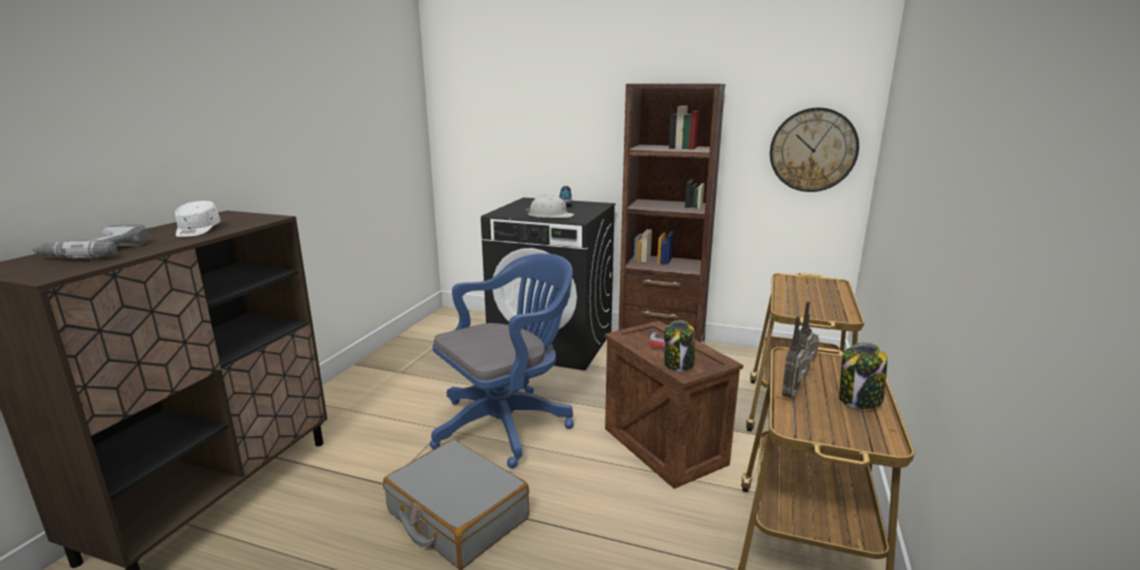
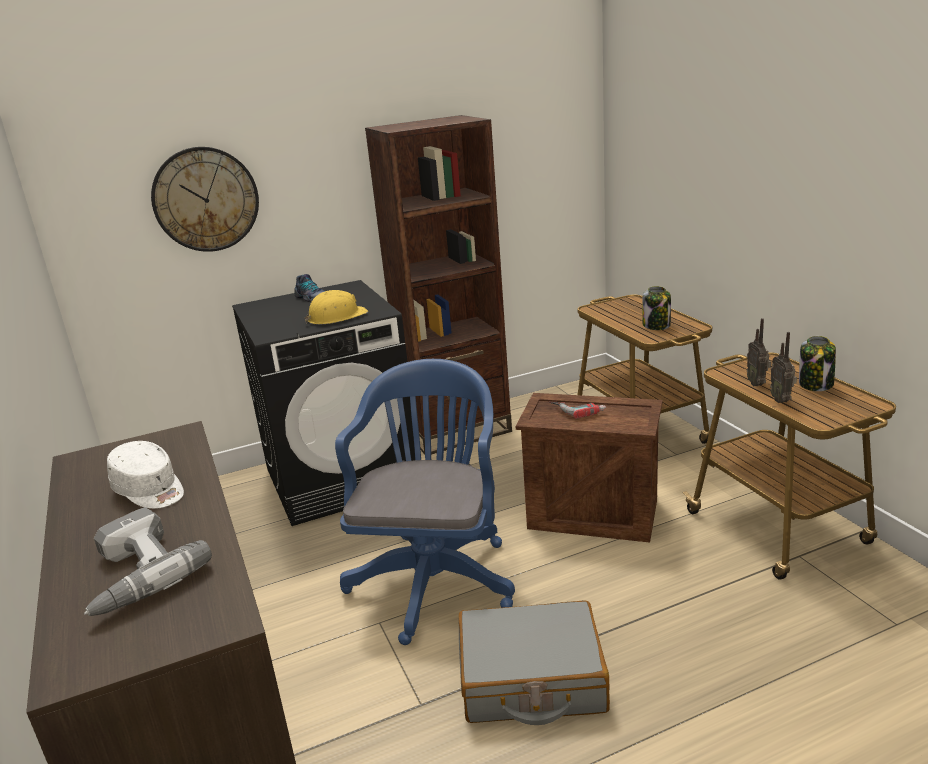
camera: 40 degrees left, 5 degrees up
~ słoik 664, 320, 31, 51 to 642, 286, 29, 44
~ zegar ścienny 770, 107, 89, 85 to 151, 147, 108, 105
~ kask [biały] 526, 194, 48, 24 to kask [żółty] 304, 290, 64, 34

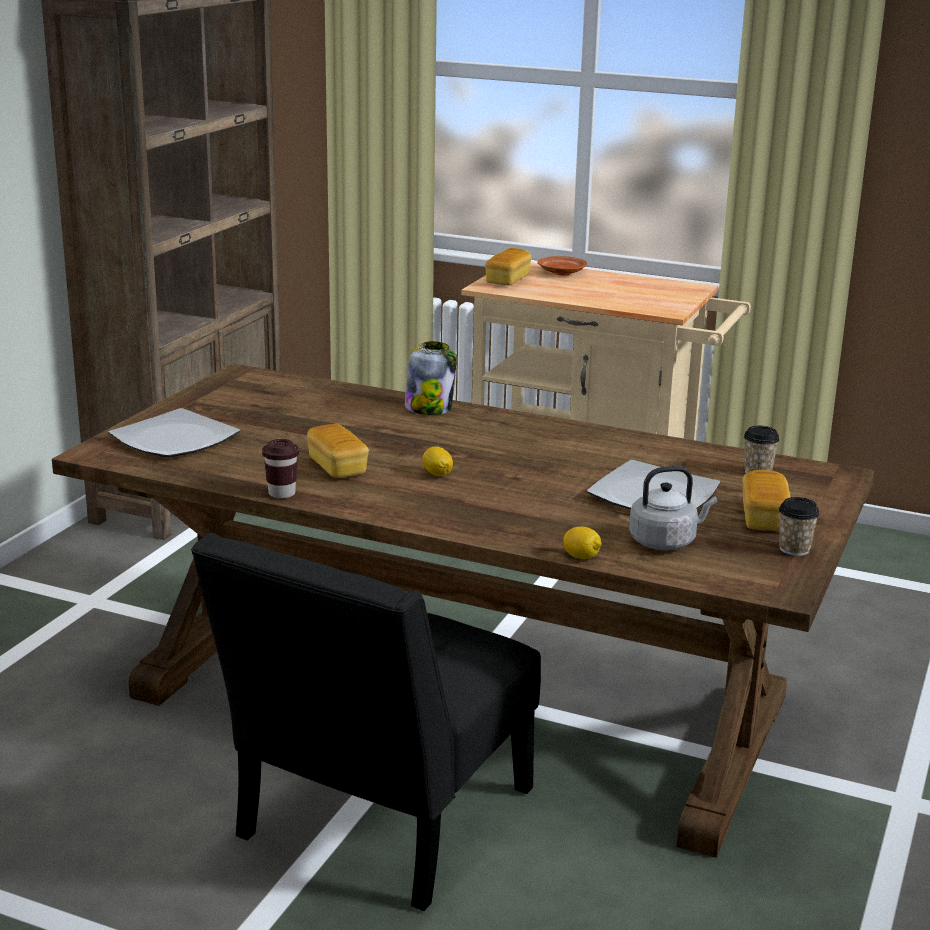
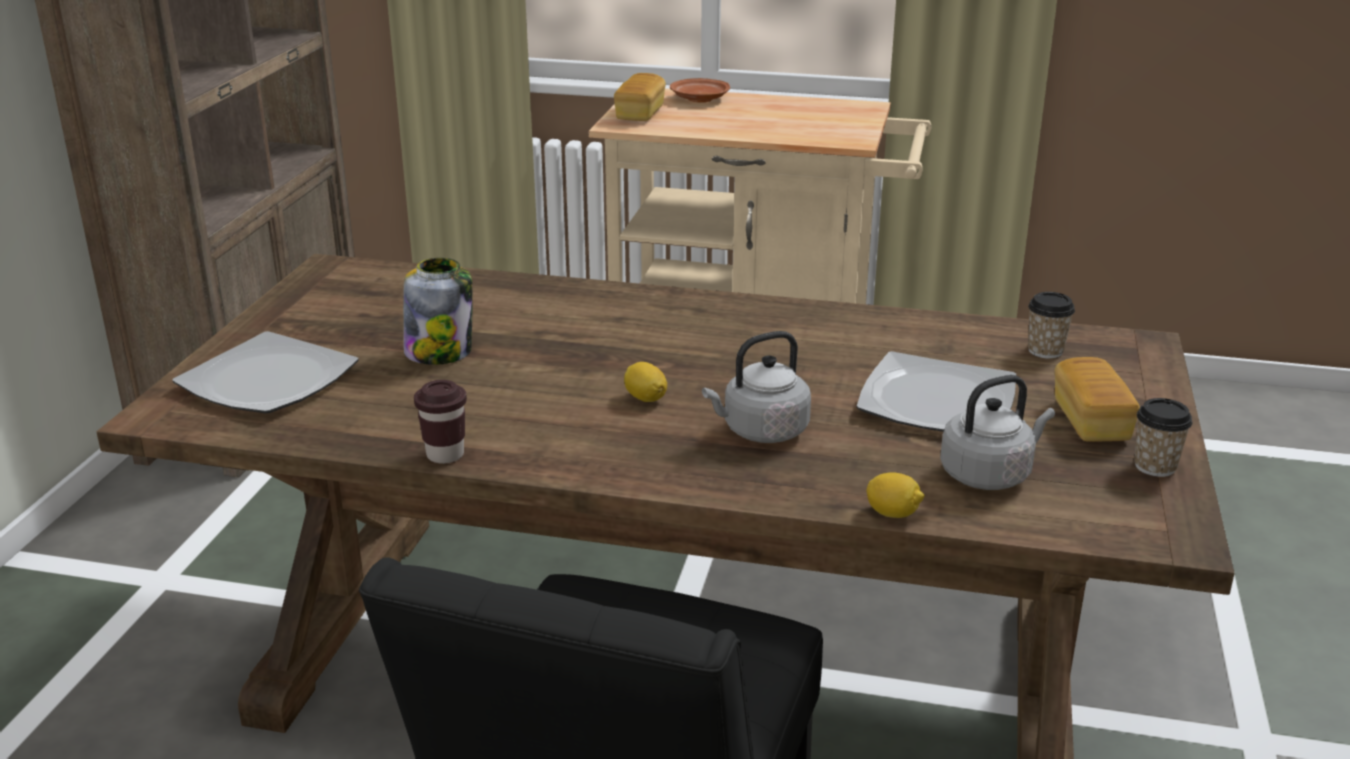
camera: 10 degrees left, 5 degrees up
- chleb 307, 424, 62, 54
+ czajnik [szary] 702, 331, 109, 112
~ słoik 405, 341, 52, 74 to 403, 258, 70, 107

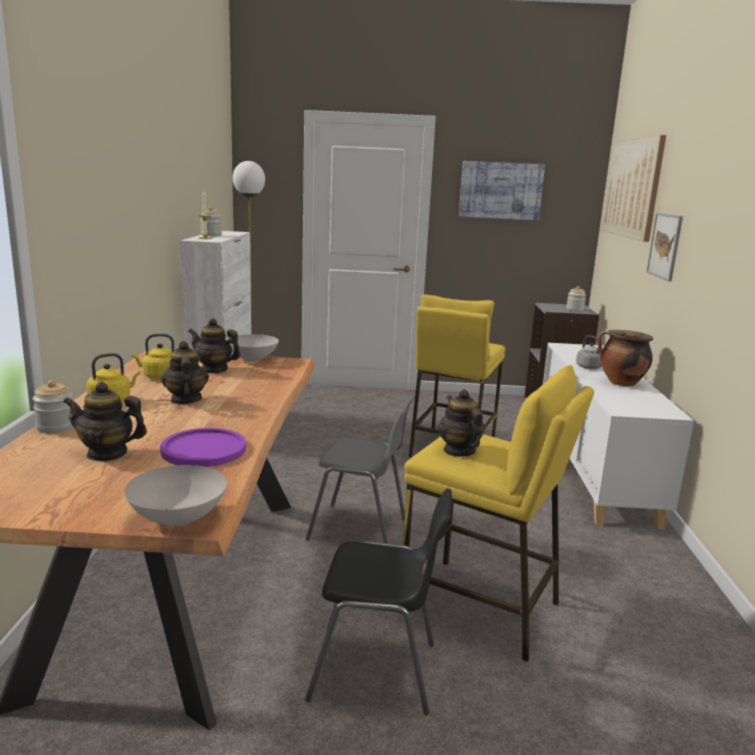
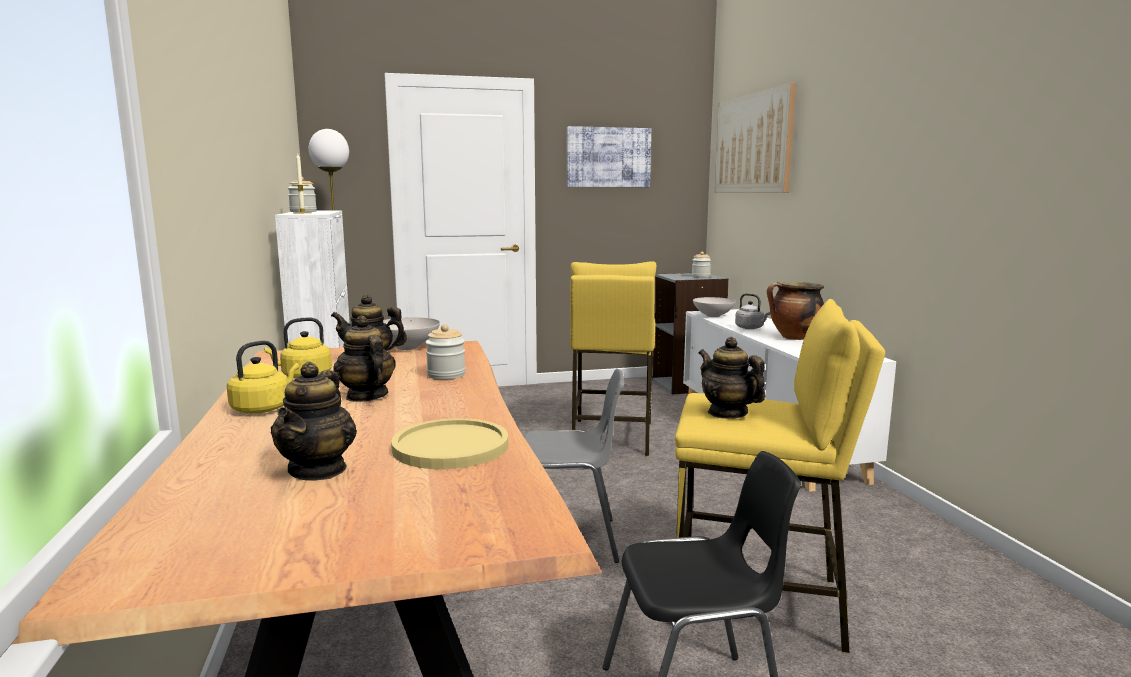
camera: 15 degrees left, 5 degrees down
- obraz 646, 213, 37, 69
~ słoik 32, 380, 41, 53 to 426, 324, 40, 56
~ miska [biały] 124, 465, 103, 61 to 693, 297, 43, 20
~ talerz [fioletowy] 160, 428, 86, 39 to talerz [żółty] 391, 418, 117, 51
~ imbryk 63, 381, 84, 80 = 271, 362, 86, 119 75 degrees counterclockwise

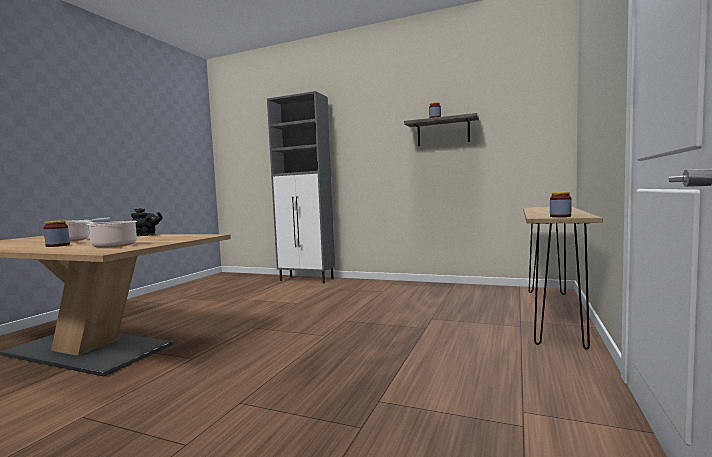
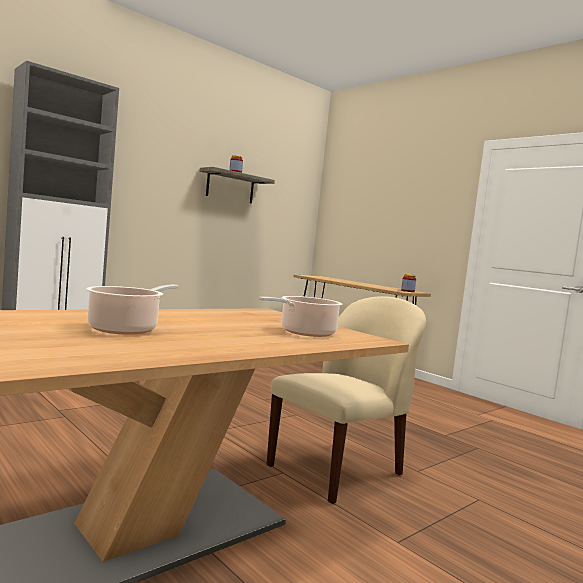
camera: 65 degrees left, 0 degrees up
- słoik 44, 220, 26, 27
- imbryk [czarny] 131, 208, 32, 28
+ krzesło [beżowy] 267, 296, 159, 208

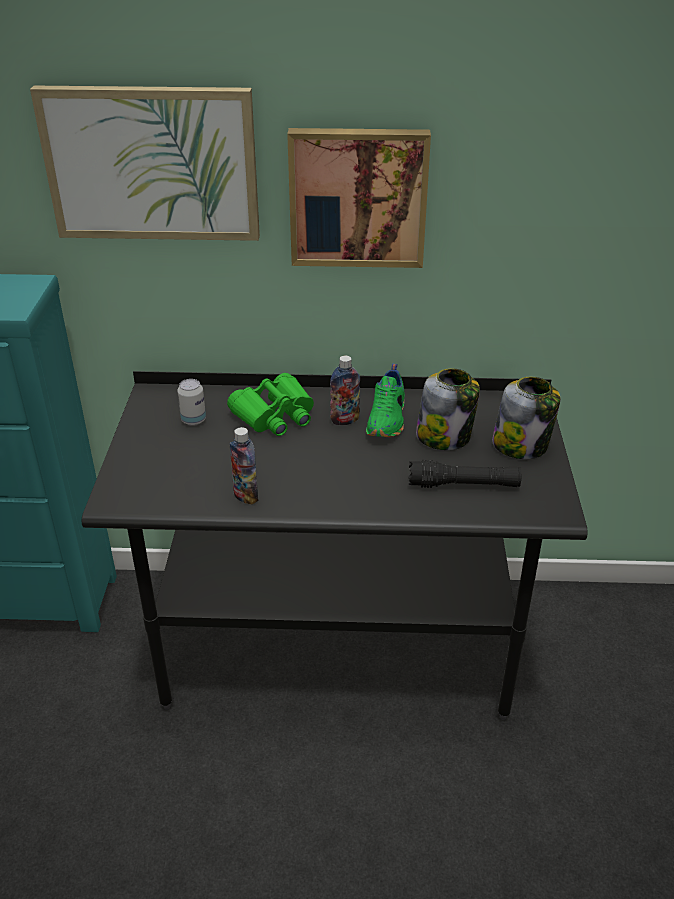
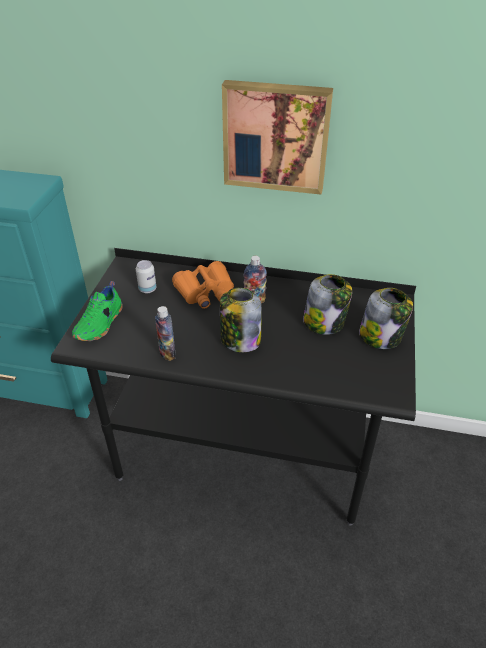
camera: 10 degrees right, 5 degrees up
- obraz 30, 86, 230, 155
- latarka [czarny] 409, 460, 113, 28
+ słoik 220, 287, 41, 65
~ but [zielony] 366, 364, 39, 73 to 72, 281, 51, 60
~ lornetka [zielony] 227, 373, 87, 63 to lornetka [pomarańczowy] 172, 261, 62, 48

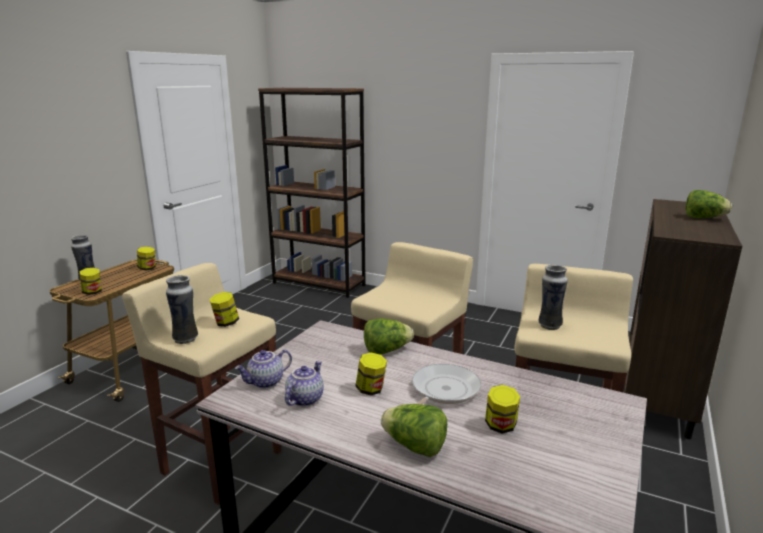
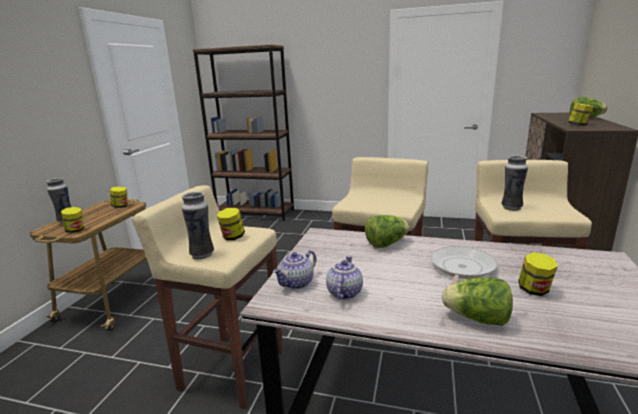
camera: 10 degrees left, 0 degrees up
~ słoik 355, 352, 32, 43 to 568, 103, 26, 23

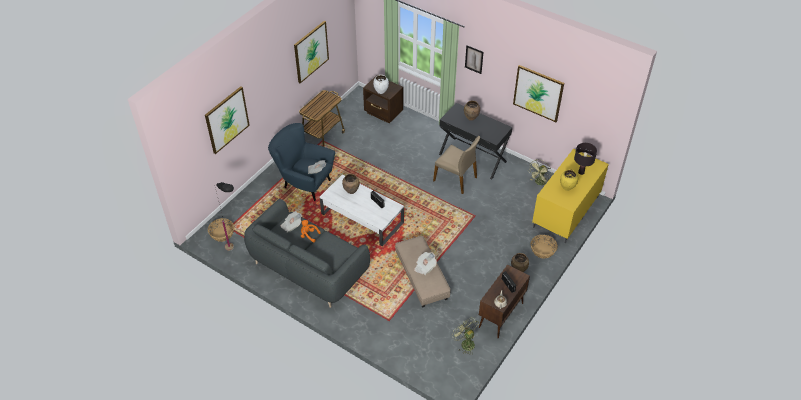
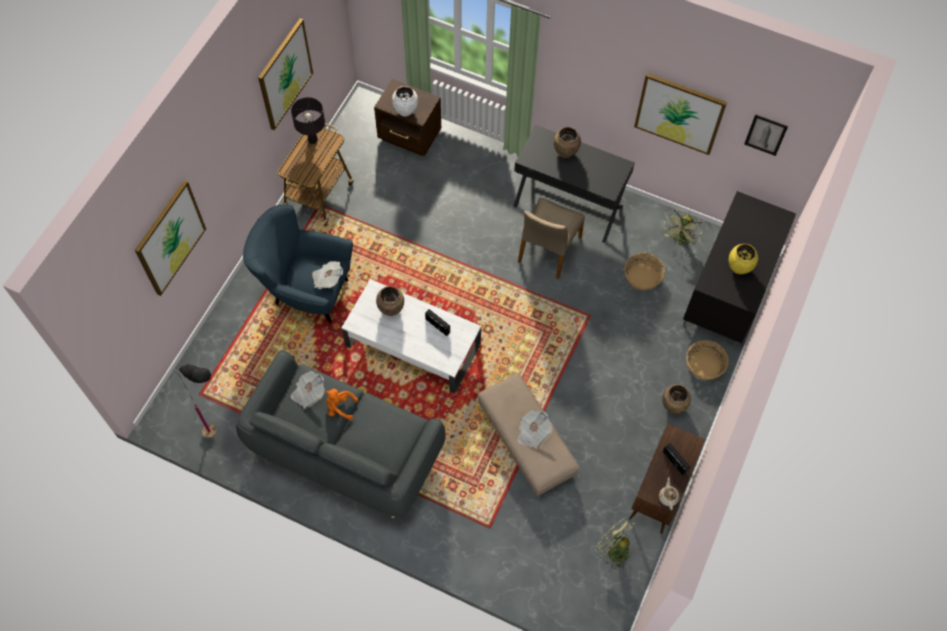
camera: 10 degrees left, 15 degrees up
~ koszyk 208, 218, 26, 24 to 624, 253, 41, 37
~ obraz 465, 45, 19, 29 to 744, 114, 44, 42
~ lampa stołowa [czarny] 574, 143, 23, 32 to 291, 97, 34, 47
~ szafka pod telewizor [żółty] 532, 149, 77, 95 to szafka pod telewizor [czarny] 683, 191, 113, 156
~ krzesło [beżowy] 433, 136, 47, 58 = 518, 198, 67, 81 90 degrees clockwise

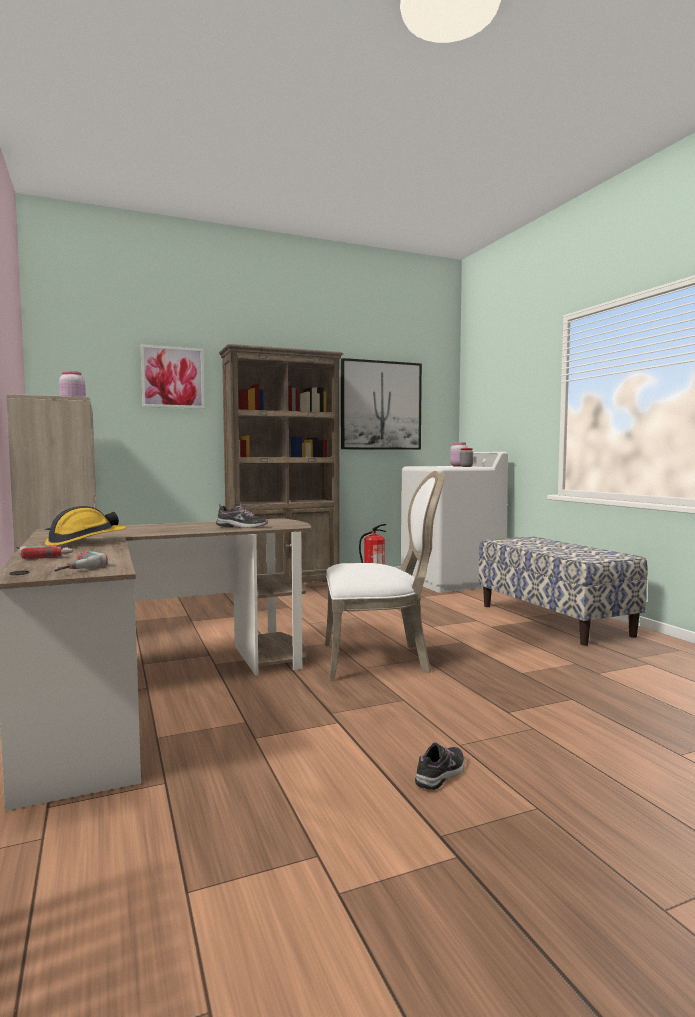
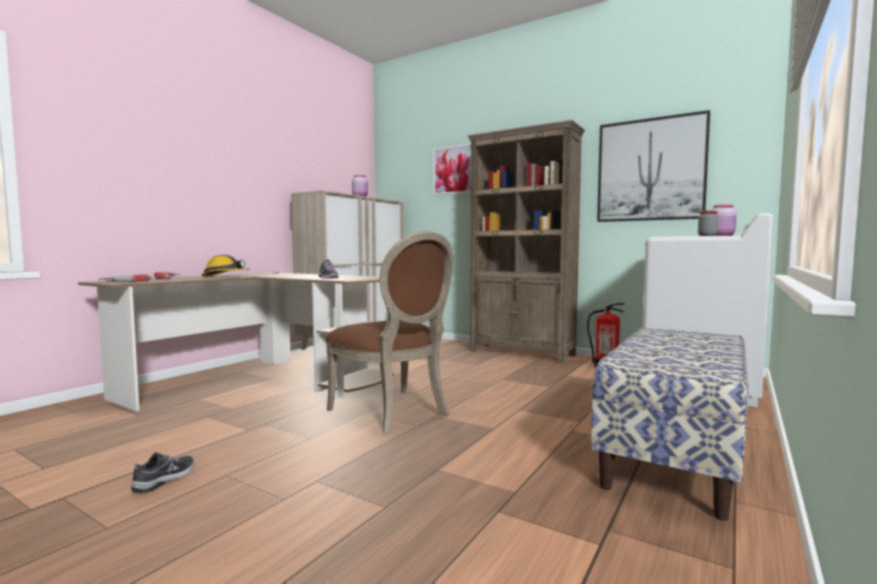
camera: 55 degrees right, 0 degrees up
~ krzesło [biały] 325, 471, 120, 210 to krzesło [brązowy] 325, 231, 128, 203
~ but 415, 743, 50, 47 = 131, 452, 63, 40 75 degrees counterclockwise

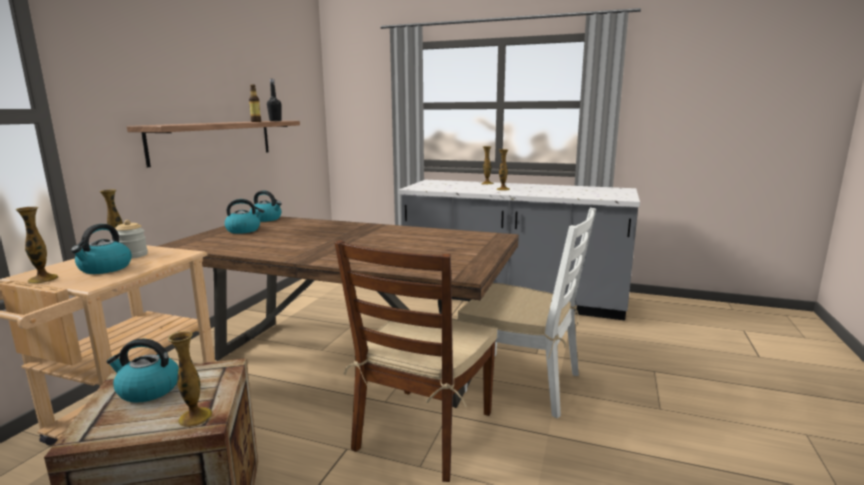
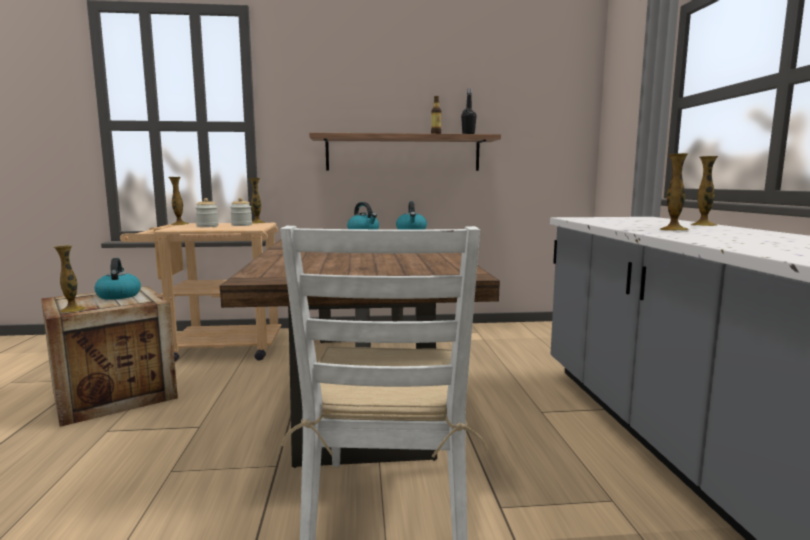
camera: 65 degrees right, 5 degrees down
- krzesło [brązowy] 334, 240, 164, 242
~ czajnik 71, 224, 61, 50 to słoik 195, 198, 24, 29

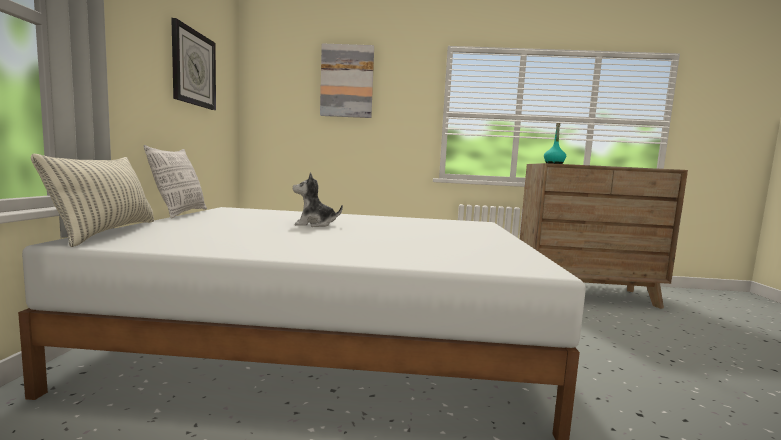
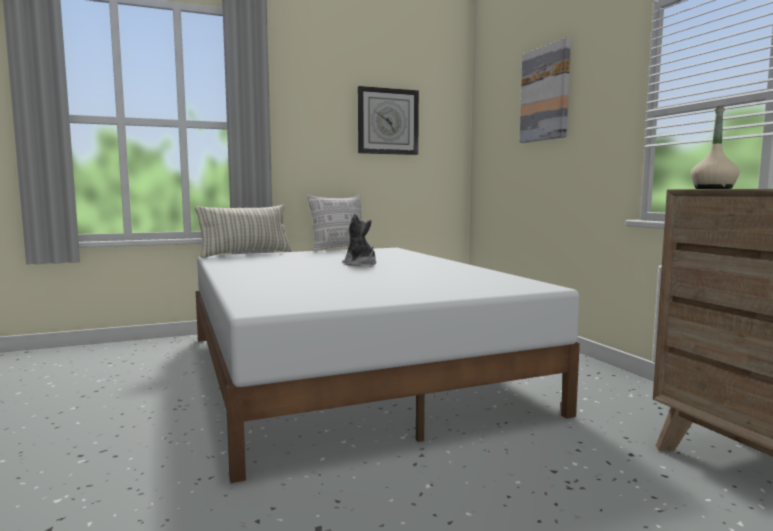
camera: 65 degrees right, 0 degrees up
~ butelka [turkusowy] 544, 123, 22, 41 to butelka [beżowy] 690, 105, 50, 84

